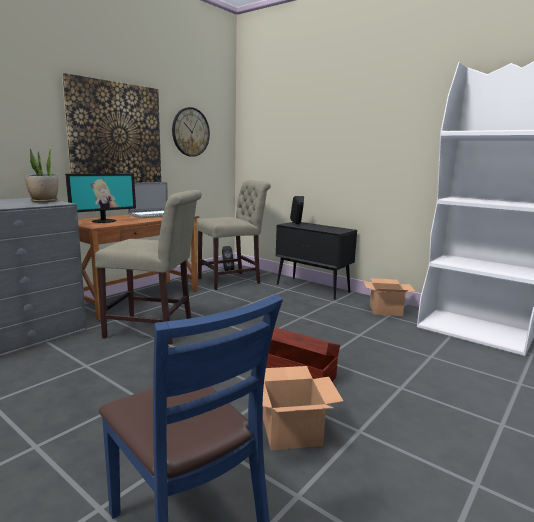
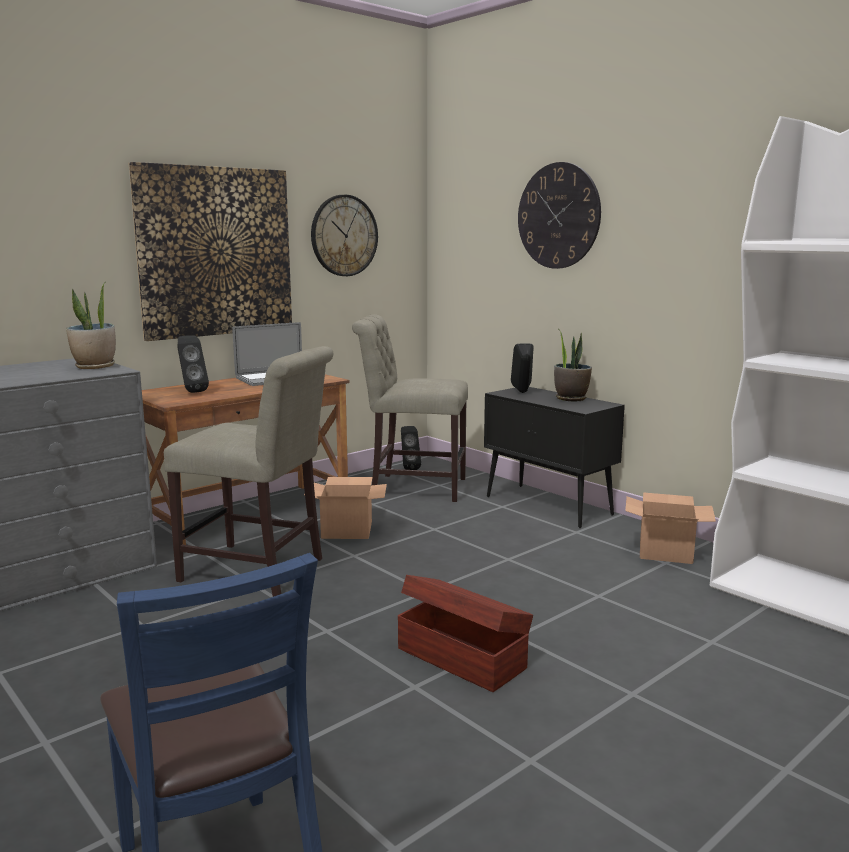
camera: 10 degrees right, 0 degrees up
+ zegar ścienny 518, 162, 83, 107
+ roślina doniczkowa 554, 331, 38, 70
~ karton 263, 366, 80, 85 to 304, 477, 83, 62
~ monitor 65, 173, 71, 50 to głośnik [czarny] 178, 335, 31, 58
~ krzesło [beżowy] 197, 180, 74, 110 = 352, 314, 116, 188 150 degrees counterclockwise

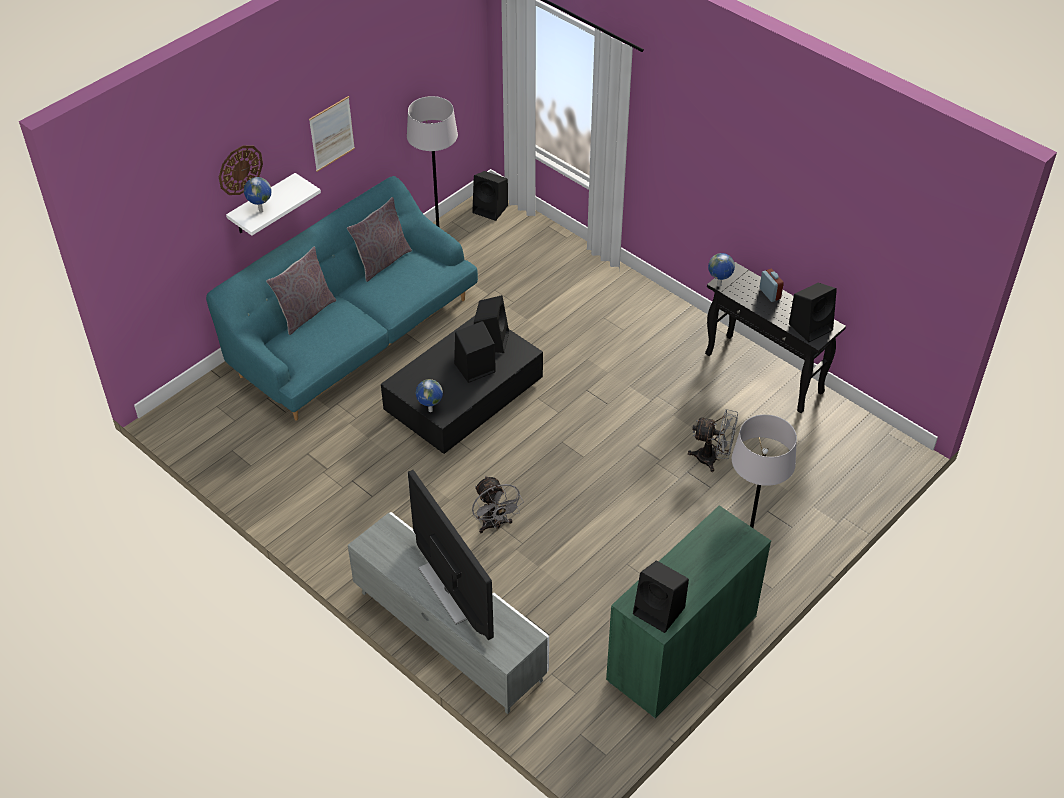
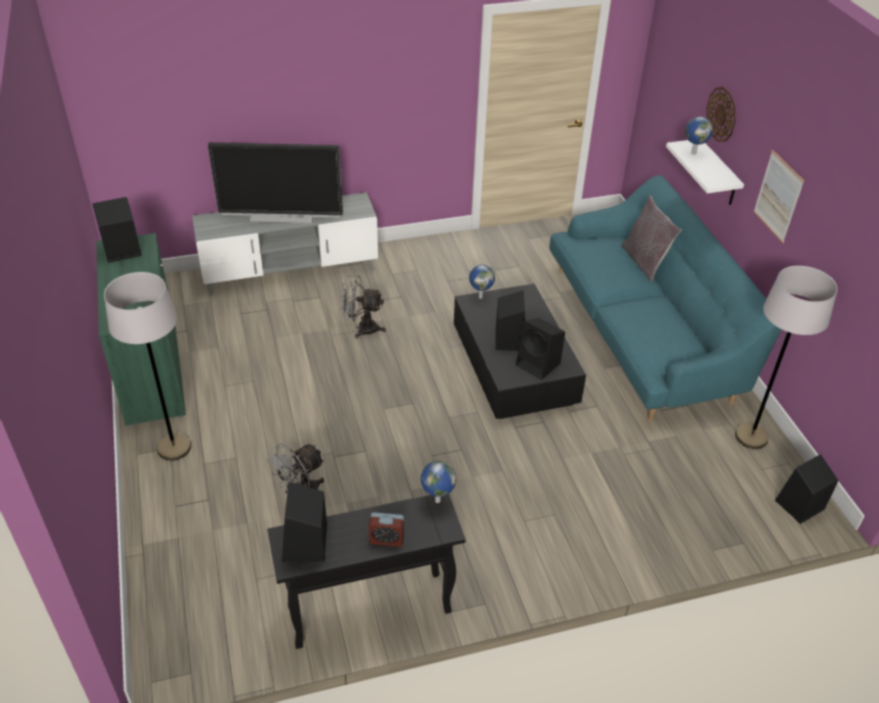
camera: 120 degrees right, 5 degrees down
- poduszka [szary] 347, 197, 65, 85

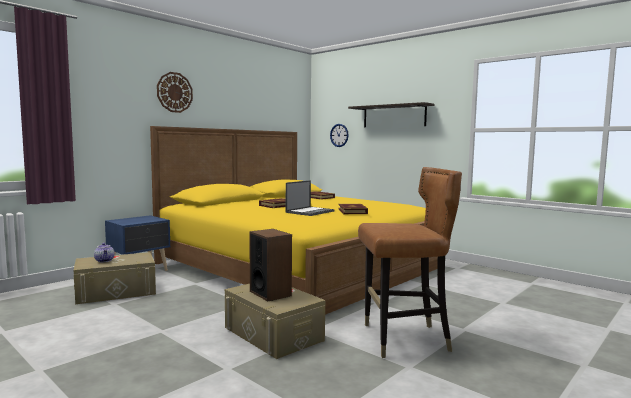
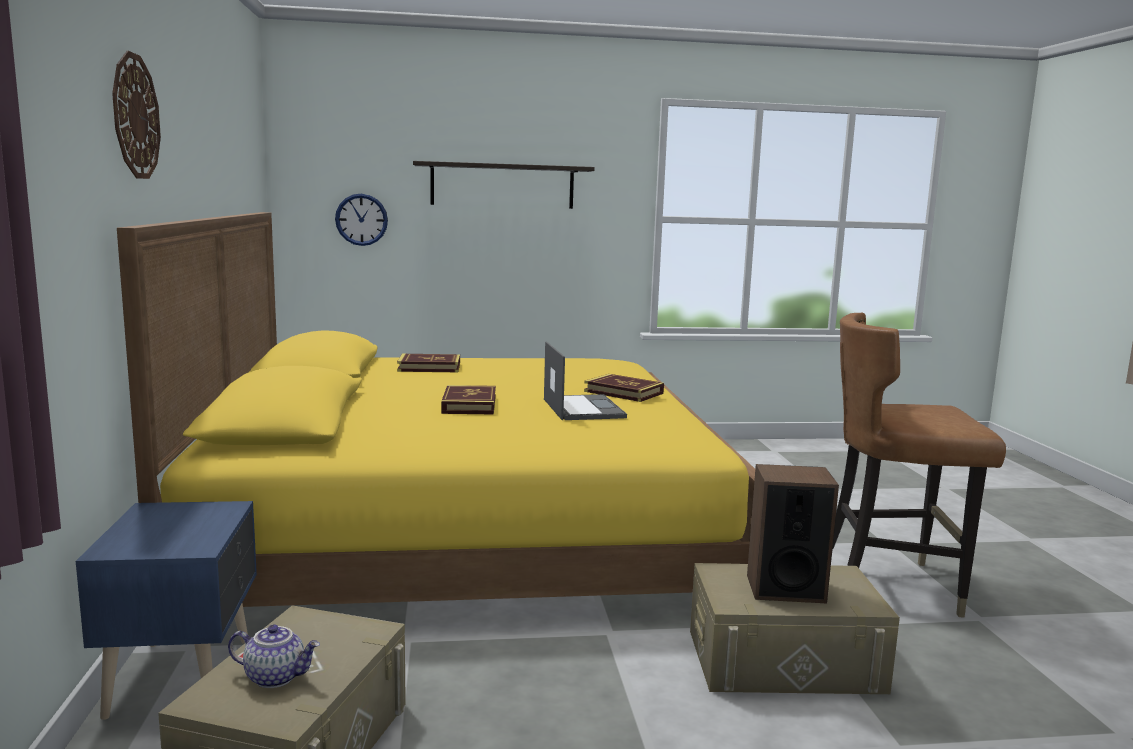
camera: 50 degrees left, 5 degrees up
~ krzesło [brązowy] 358, 167, 104, 191 = 832, 313, 174, 305 120 degrees counterclockwise

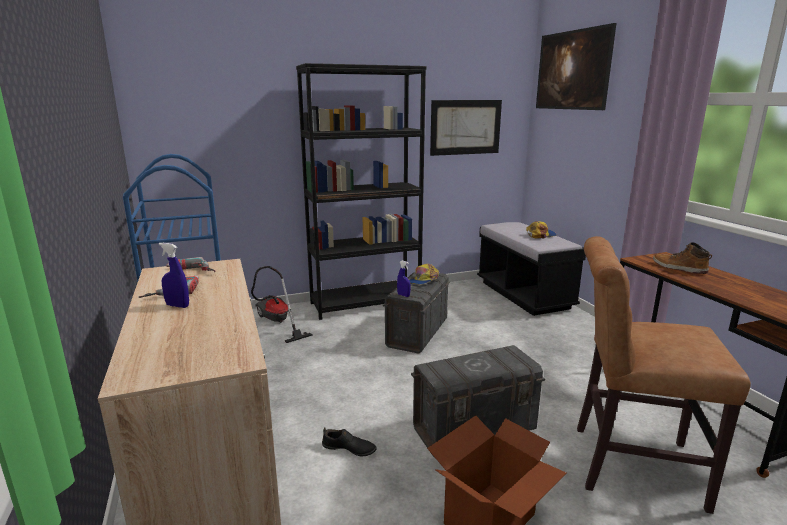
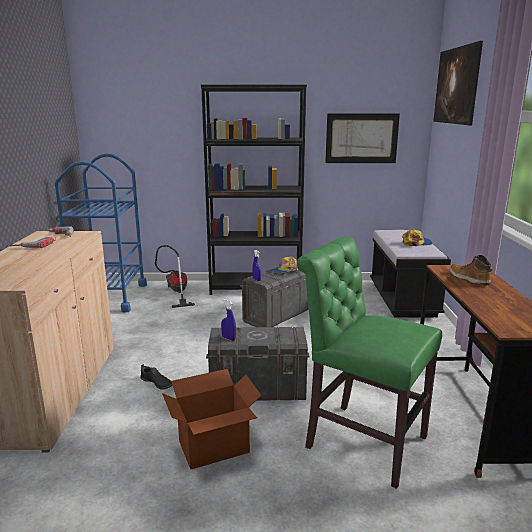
camera: 20 degrees right, 0 degrees up
~ spryskiwacz [niebieski] 159, 243, 30, 65 to 221, 299, 15, 42
~ krzesło [brązowy] 577, 236, 174, 278 to krzesło [zielony] 297, 237, 145, 252

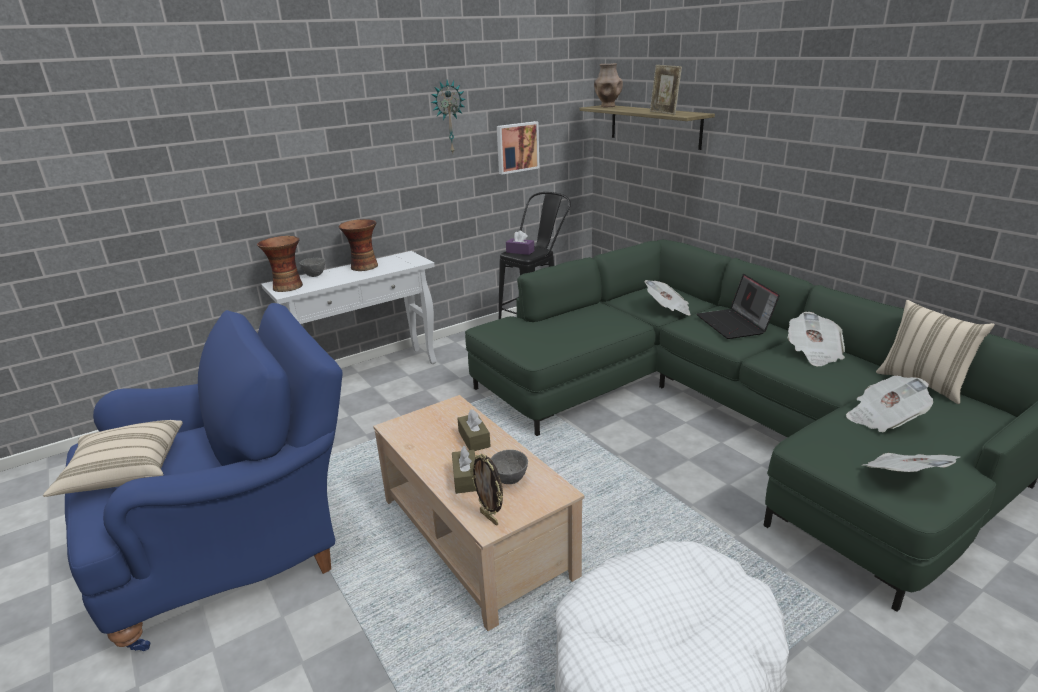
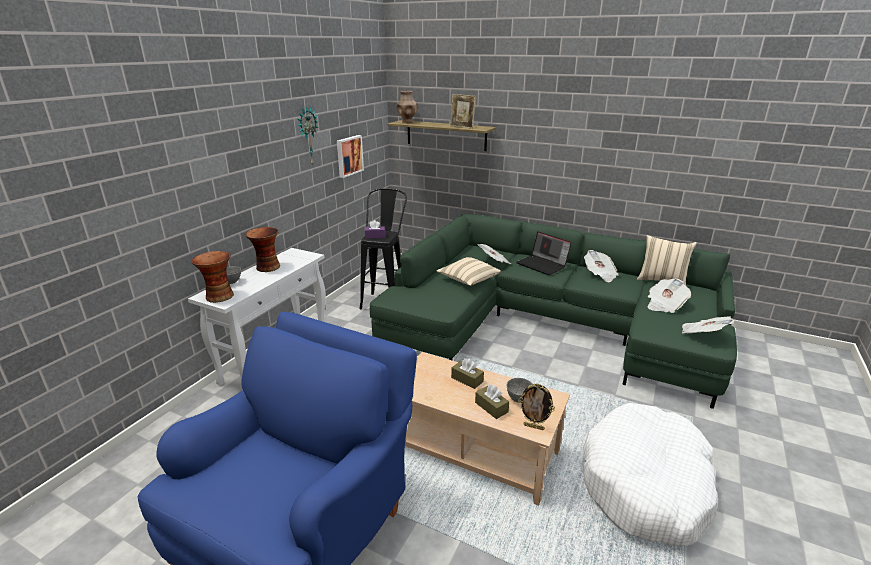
camera: 30 degrees left, 0 degrees up
~ poduszka [beżowy] 43, 420, 140, 77 to 436, 257, 65, 29

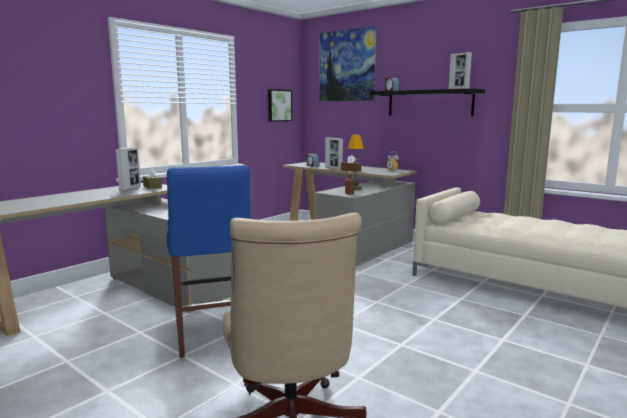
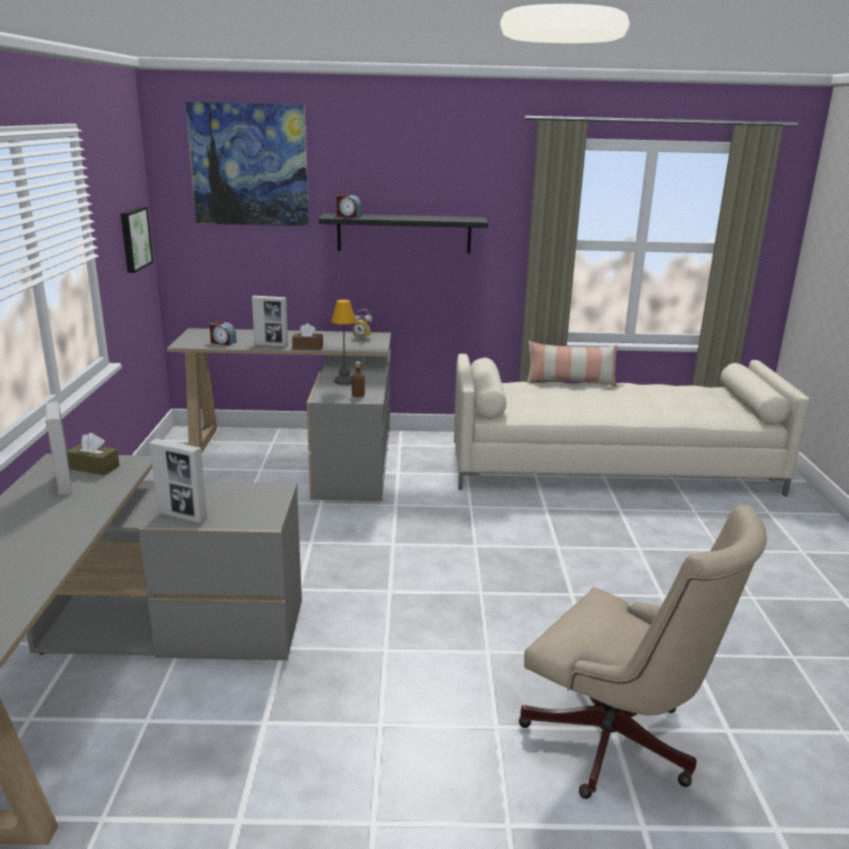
camera: 40 degrees left, 10 degrees up
- stołek [niebieski] 166, 165, 84, 193
+ poduszka 527, 341, 91, 46
~ ramka na zdjęcie 449, 52, 23, 37 to 149, 439, 58, 84

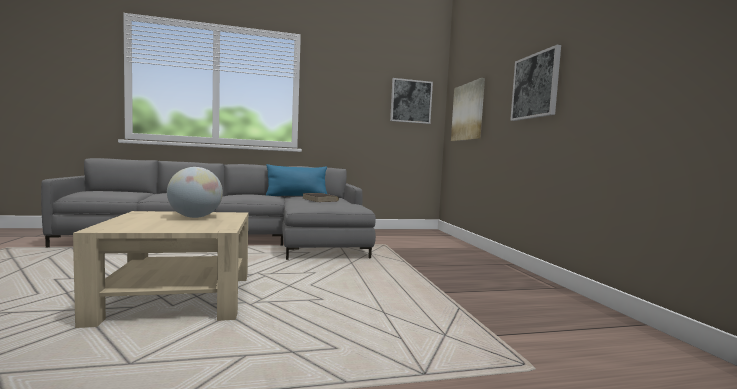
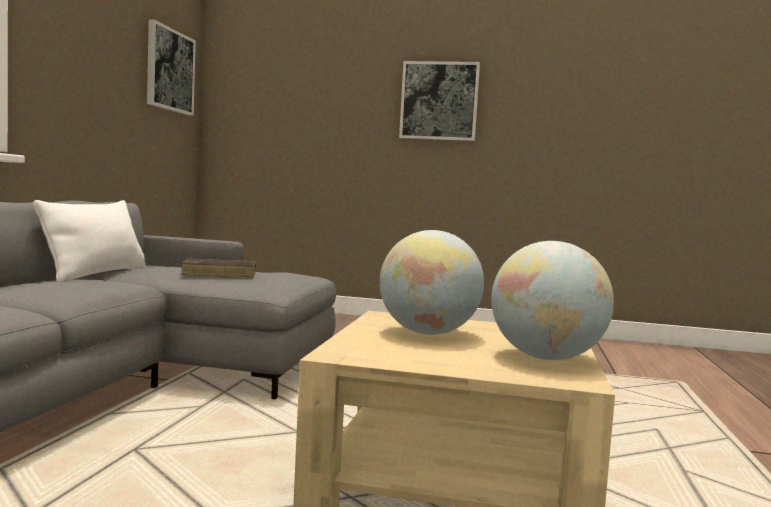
camera: 65 degrees left, 0 degrees up
- obraz 451, 78, 34, 63
+ globus 491, 241, 123, 119
~ poduszka [niebieski] 266, 164, 61, 32 to poduszka [biały] 33, 200, 112, 81

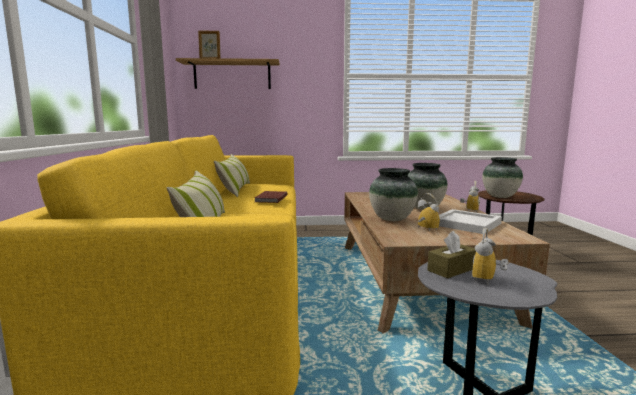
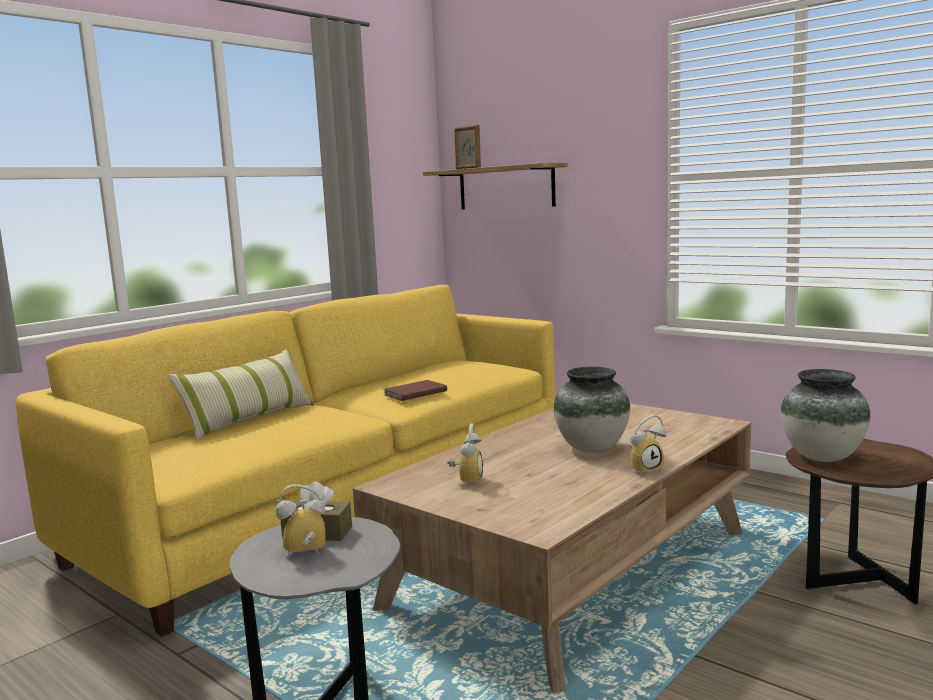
camera: 45 degrees right, 0 degrees up
- poduszka 214, 154, 36, 43
- wazon 369, 168, 49, 53
- taca [biały] 439, 209, 63, 25

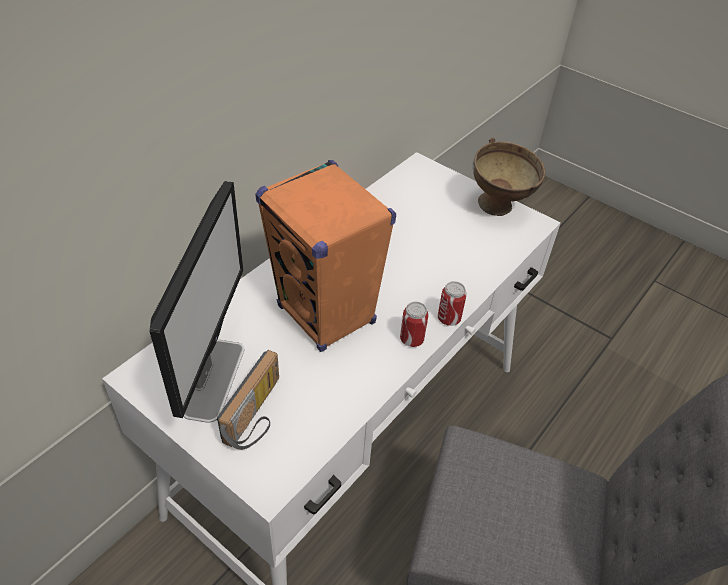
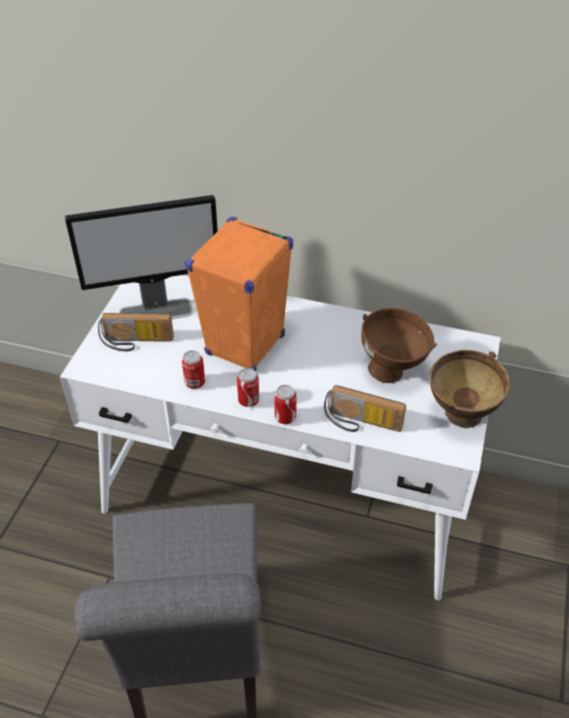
camera: 70 degrees right, 0 degrees up
+ puszka 182, 350, 23, 39
+ radio 324, 385, 82, 47
+ miska [brązowy] 361, 308, 76, 75

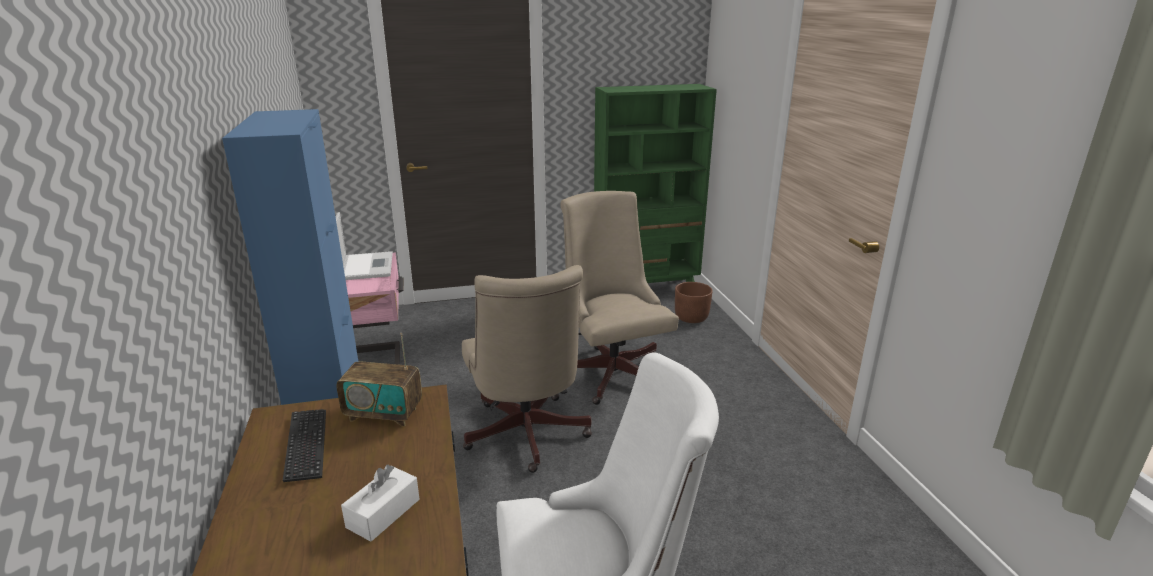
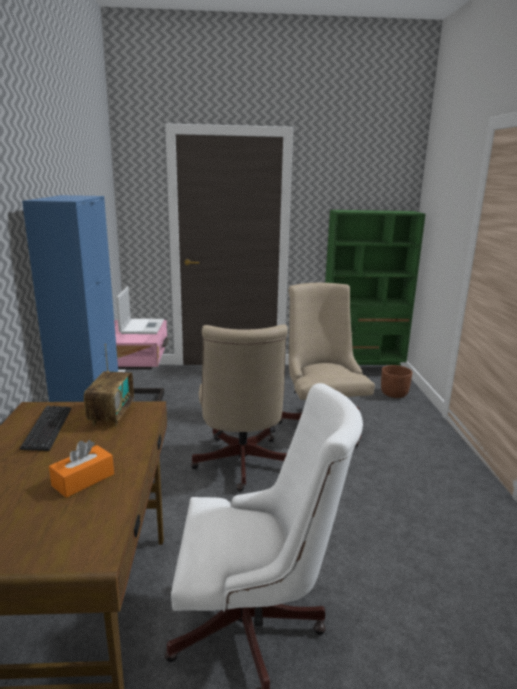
camera: 10 degrees right, 5 degrees down
~ pudełko chusteczek [biały] 341, 465, 79, 77 to pudełko chusteczek [pomarańczowy] 49, 440, 65, 58
~ radio 336, 333, 86, 93 = 84, 344, 50, 83 105 degrees counterclockwise

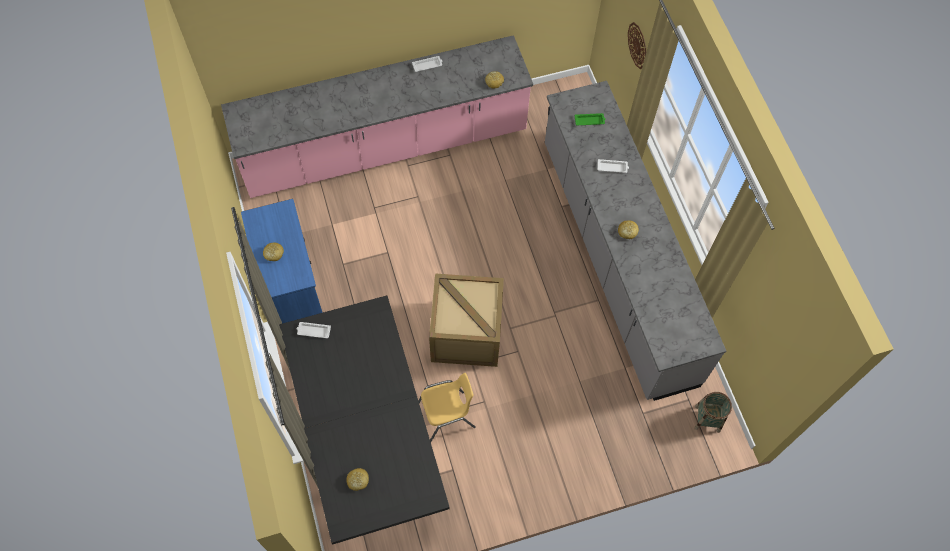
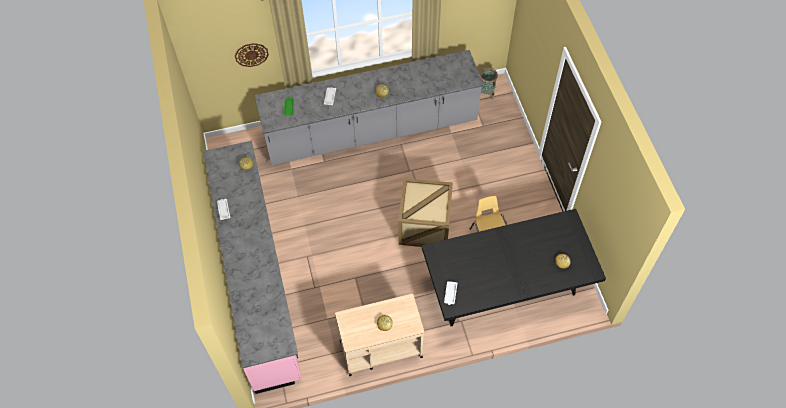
camera: 85 degrees left, 5 degrees down
~ wózek [niebieski] 241, 199, 82, 124 to wózek [beżowy] 335, 294, 89, 82

